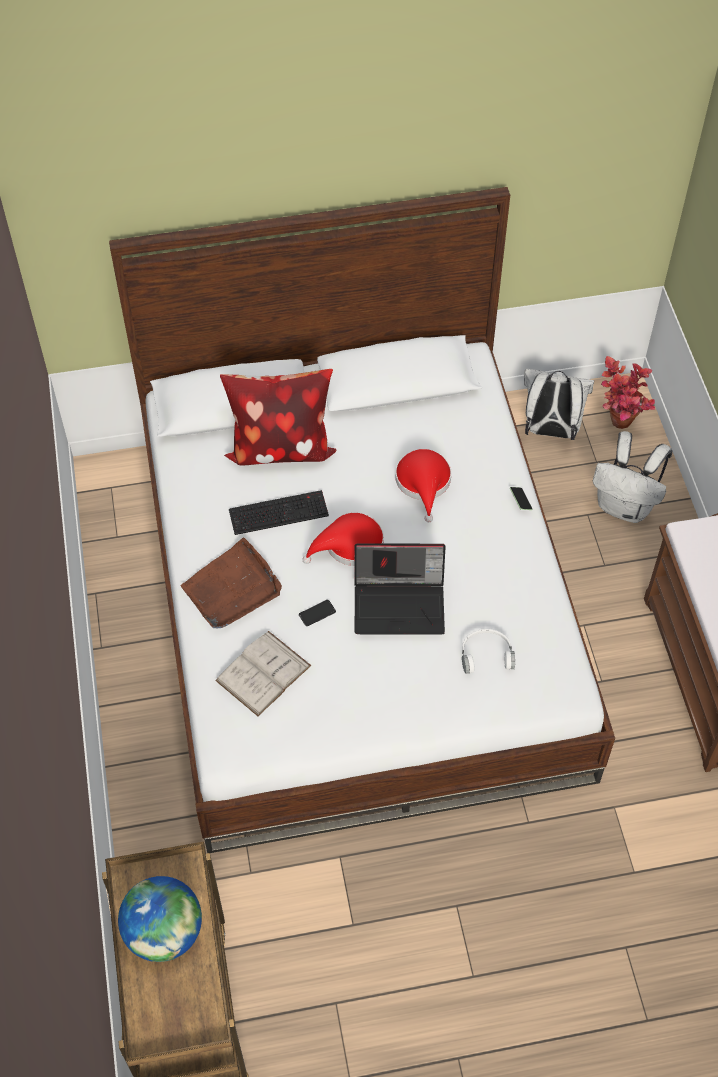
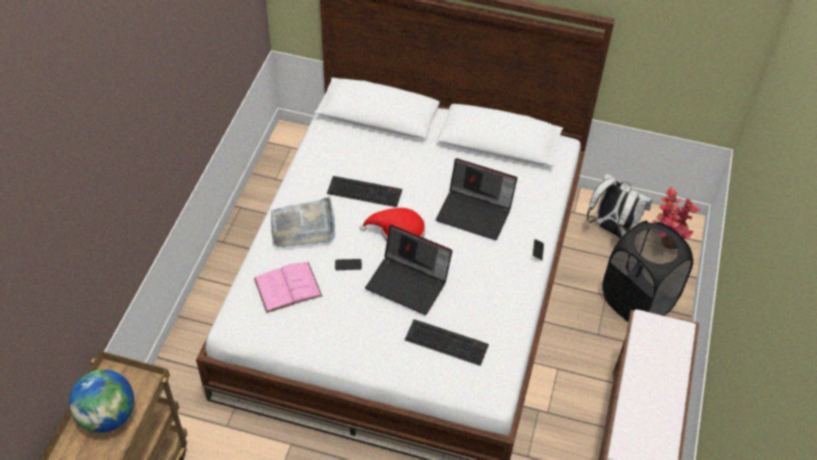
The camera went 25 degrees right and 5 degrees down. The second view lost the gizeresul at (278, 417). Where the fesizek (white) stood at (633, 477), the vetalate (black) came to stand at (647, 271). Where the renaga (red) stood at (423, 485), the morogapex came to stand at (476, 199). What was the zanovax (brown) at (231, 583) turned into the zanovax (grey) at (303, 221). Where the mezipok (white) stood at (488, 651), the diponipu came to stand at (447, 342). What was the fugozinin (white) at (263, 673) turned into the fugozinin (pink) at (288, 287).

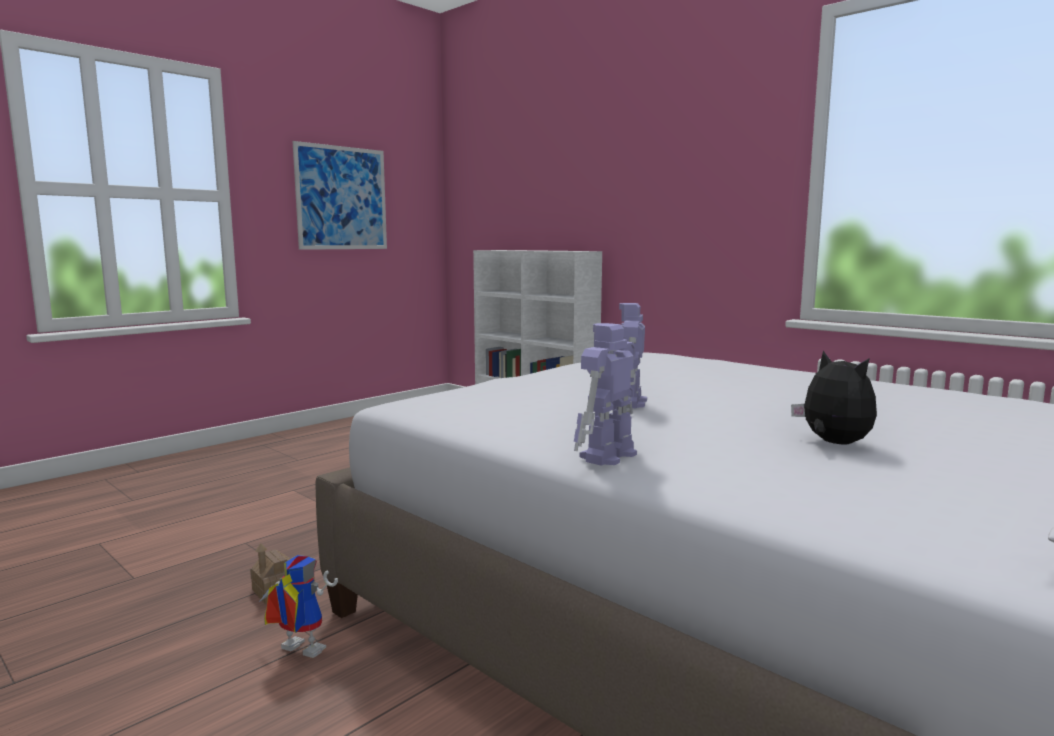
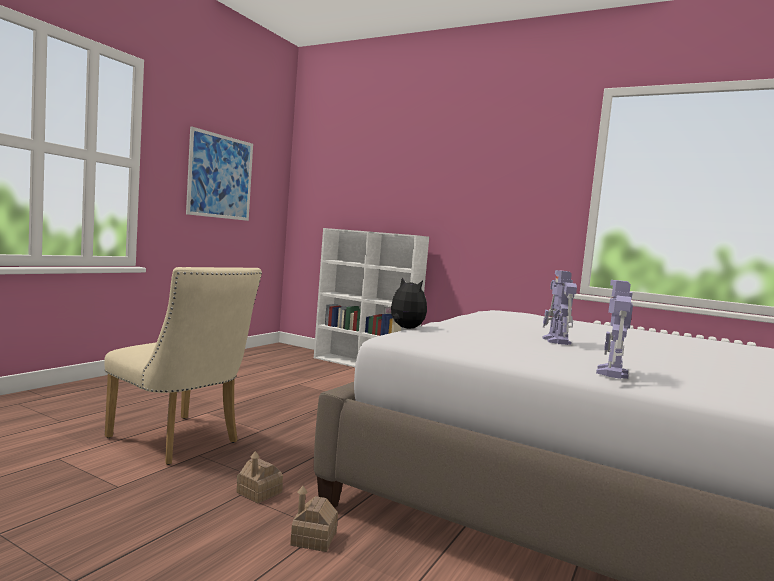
The camera went 15 degrees left and 5 degrees down. The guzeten ended up elsewhere, having gone from (834, 397) to (406, 303). Where the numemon stood at (298, 606), the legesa came to stand at (314, 519). The second view gained the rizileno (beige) at (183, 366).

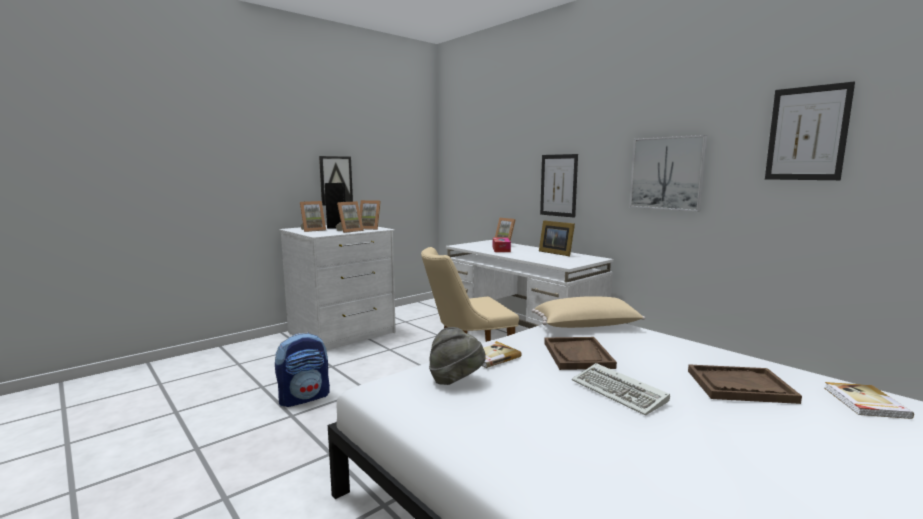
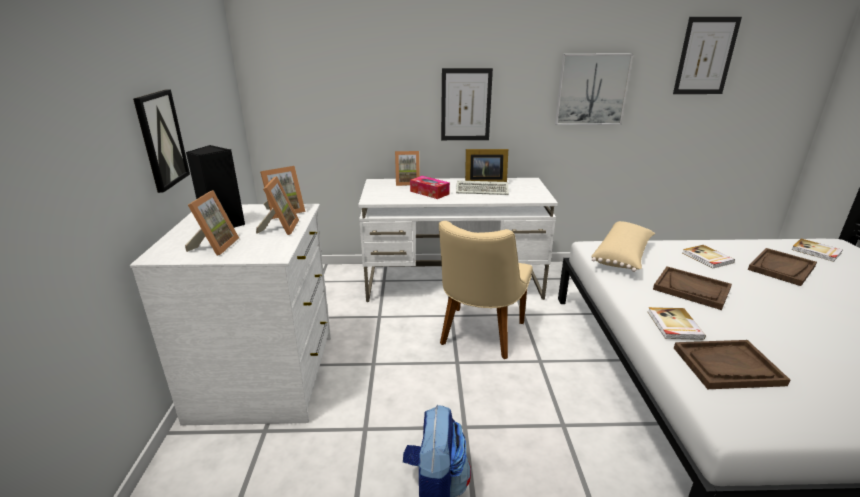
The camera went 50 degrees left and 15 degrees up. Where the renaga (grey) stood at (457, 356), the zanovax (brown) came to stand at (732, 364). The diponipu ended up elsewhere, having gone from (621, 389) to (482, 187). The second view gained the fugozinin at (709, 256).

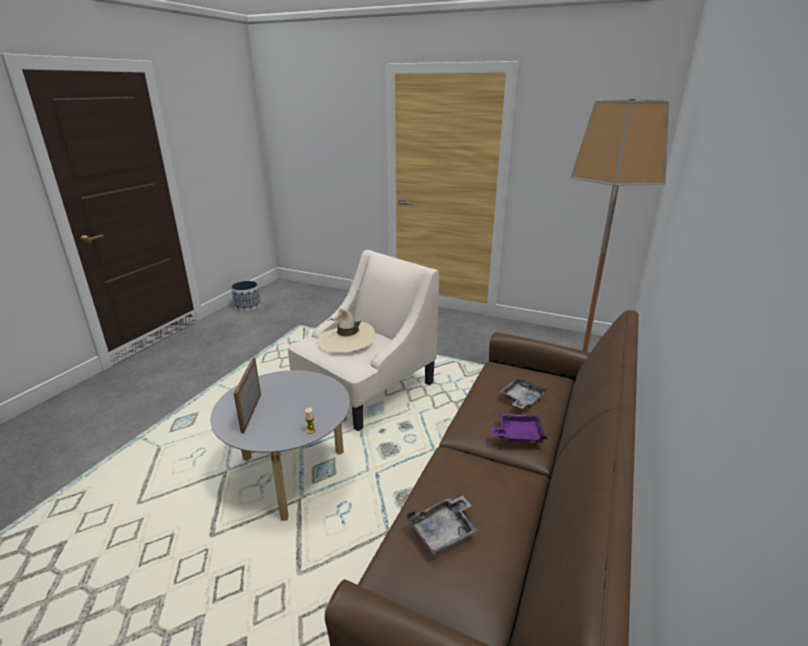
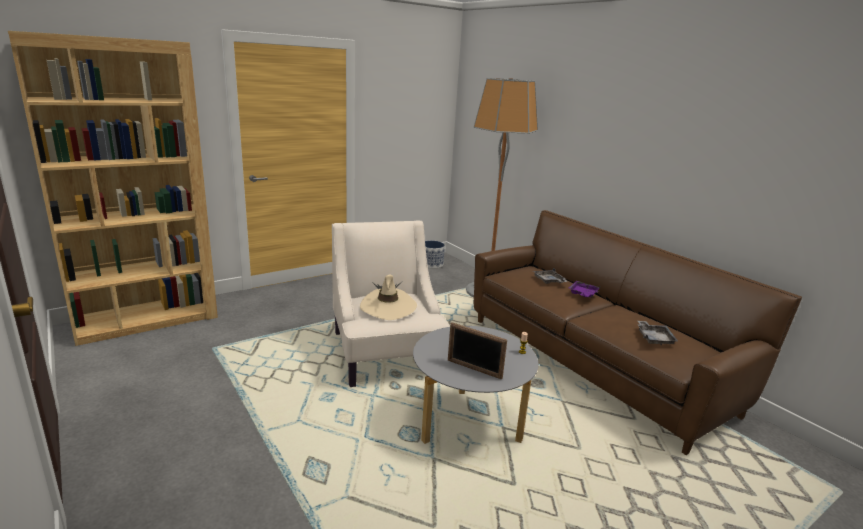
The camera went 60 degrees left and 5 degrees down. The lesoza ended up elsewhere, having gone from (246, 296) to (435, 255). The second view gained the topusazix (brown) at (113, 188).

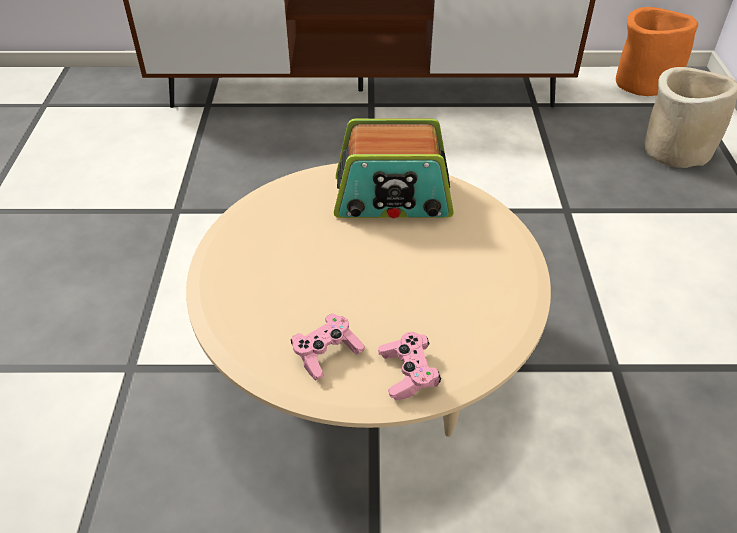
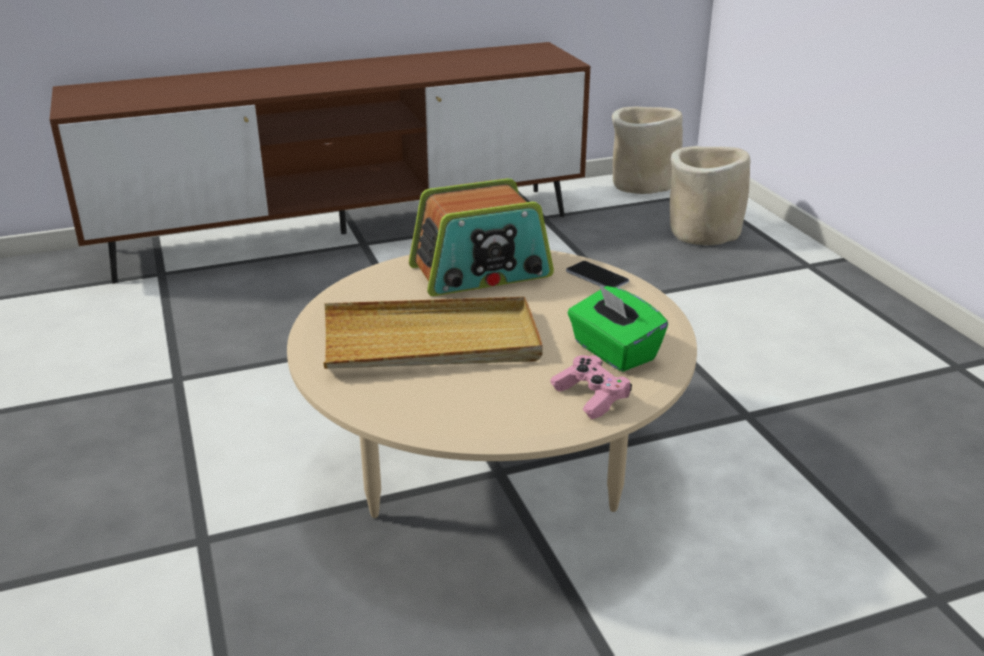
The camera went 20 degrees left and 15 degrees down. What was the lesoza (orange) at (657, 51) turned into the lesoza (beige) at (647, 150). The second view lost the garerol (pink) at (328, 347). The second view gained the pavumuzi at (597, 274). The second view gained the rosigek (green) at (618, 328). The second view gained the zanovax (beige) at (433, 333).

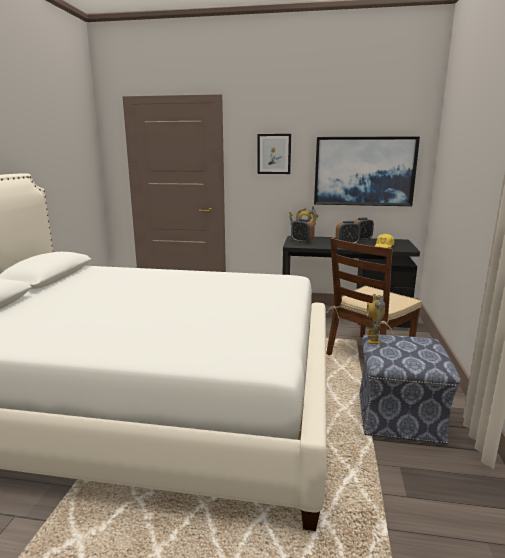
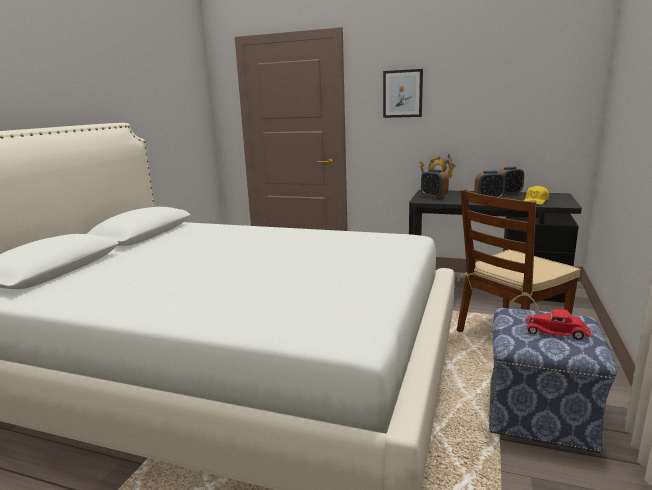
The camera went 10 degrees right and 0 degrees up. The second view lost the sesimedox at (367, 171). The second view lost the numemon at (376, 319). The second view gained the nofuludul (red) at (558, 324).

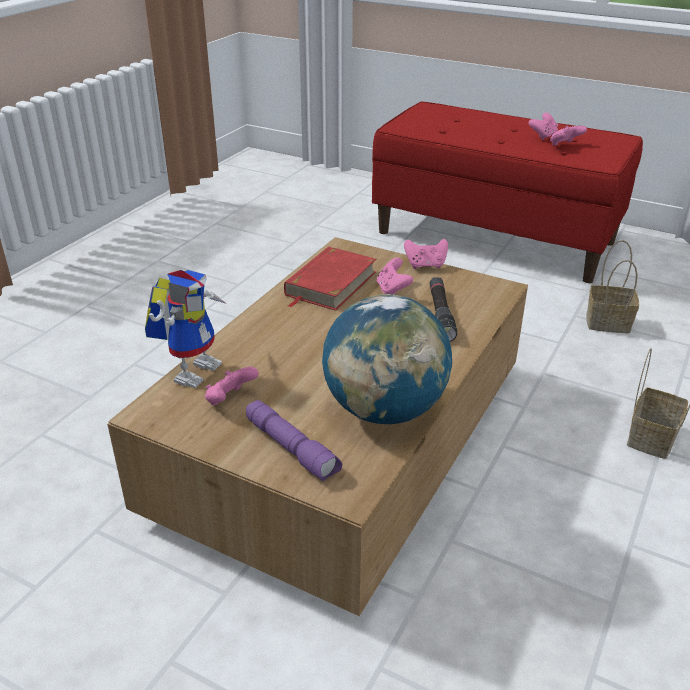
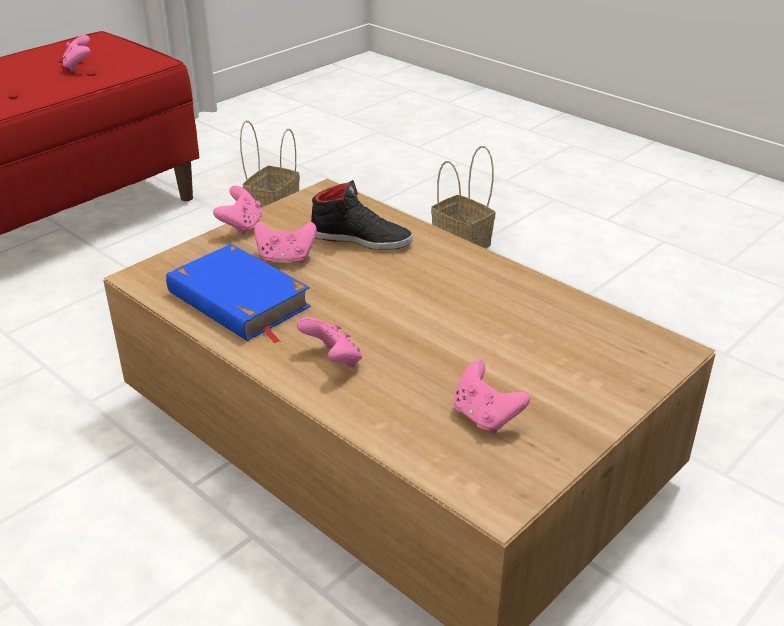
The camera went 75 degrees left and 0 degrees up. The garerol (pink) ended up elsewhere, having gone from (543, 126) to (329, 342). What was the fugozinin (red) at (330, 278) turned into the fugozinin (blue) at (238, 294). The second view lost the numemon at (186, 329). Where the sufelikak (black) stood at (443, 309), the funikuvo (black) came to stand at (362, 215). The second view lost the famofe at (387, 359). The second view lost the sufelikak (purple) at (294, 441).

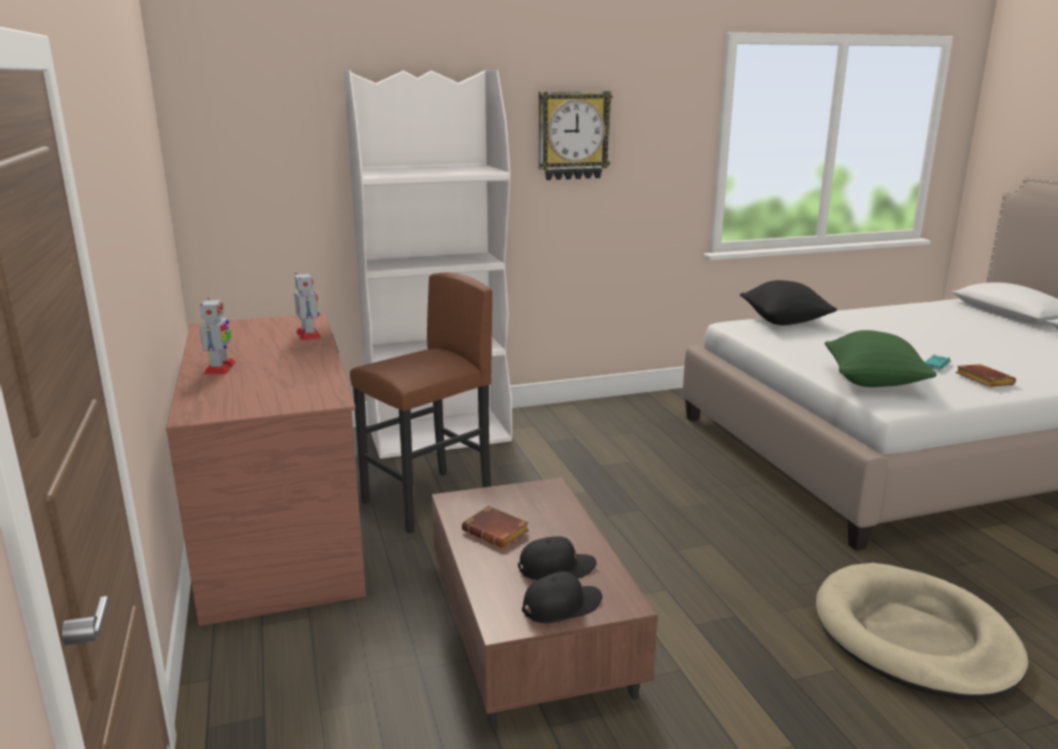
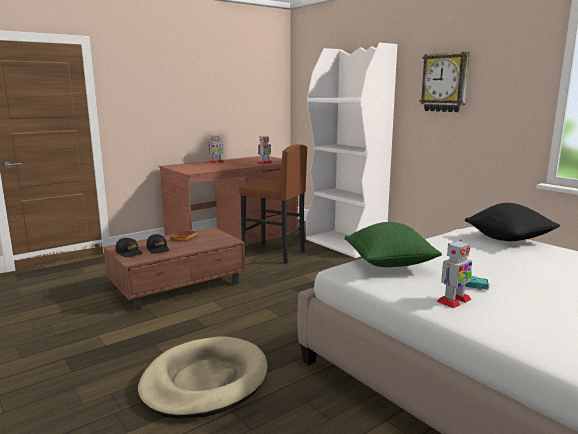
The camera went 70 degrees right and 5 degrees down. Where the fugozinin (brown) stood at (985, 375), the numemon came to stand at (454, 273).

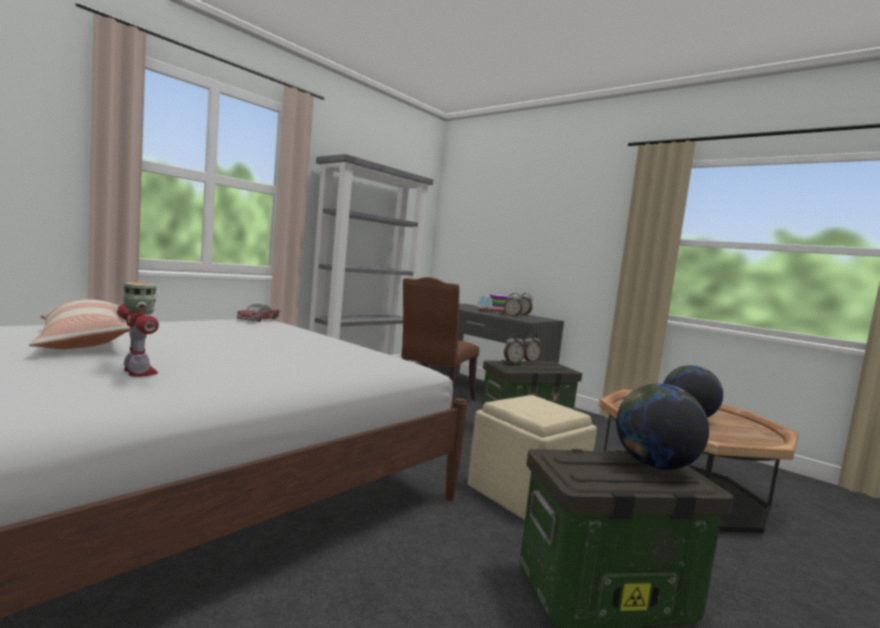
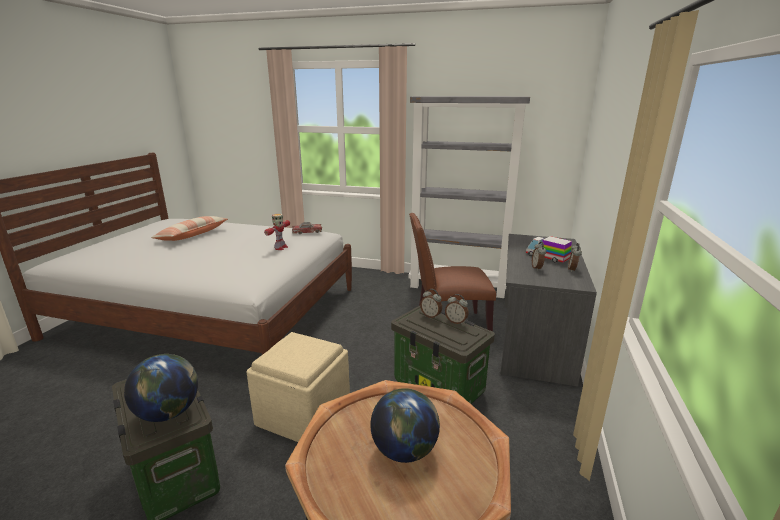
The camera went 65 degrees right and 15 degrees up. The numemon ended up elsewhere, having gone from (138, 329) to (277, 232).

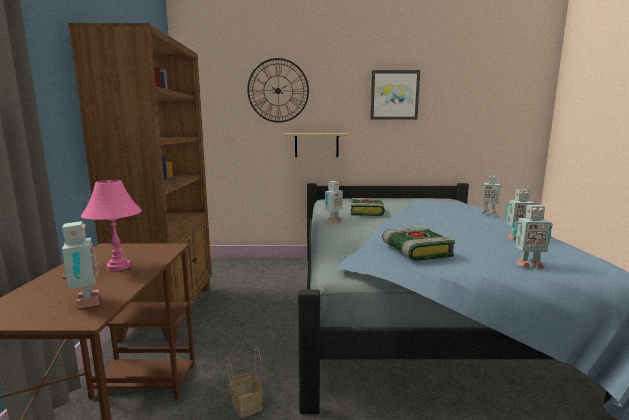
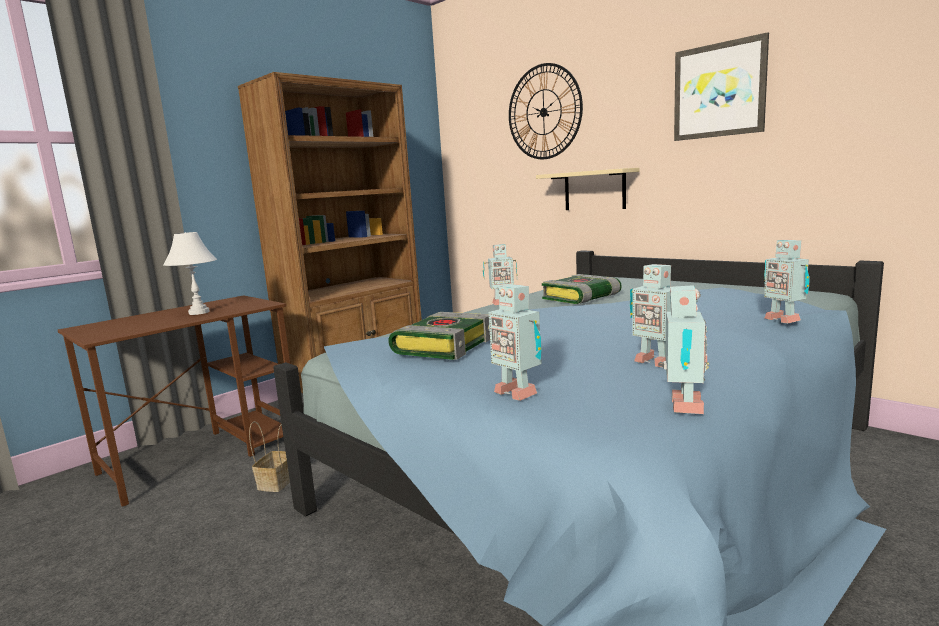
The camera went 45 degrees right and 0 degrees up. What was the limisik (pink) at (111, 225) turned into the limisik (white) at (190, 273). The numemon ended up elsewhere, having gone from (81, 265) to (683, 349).

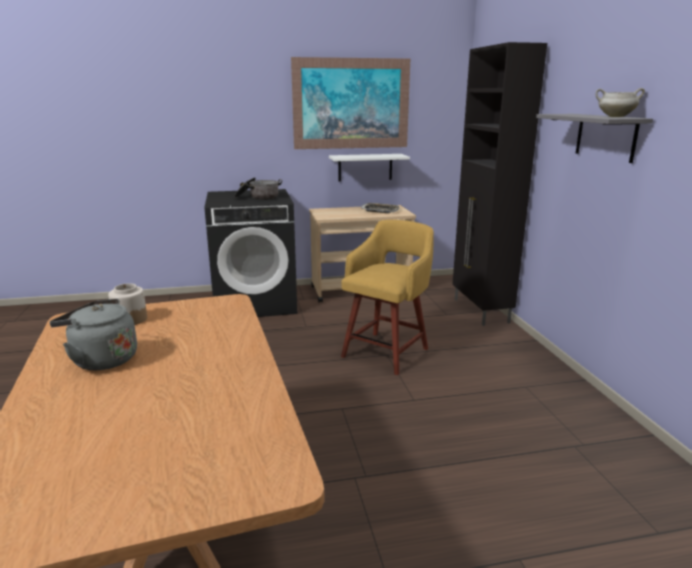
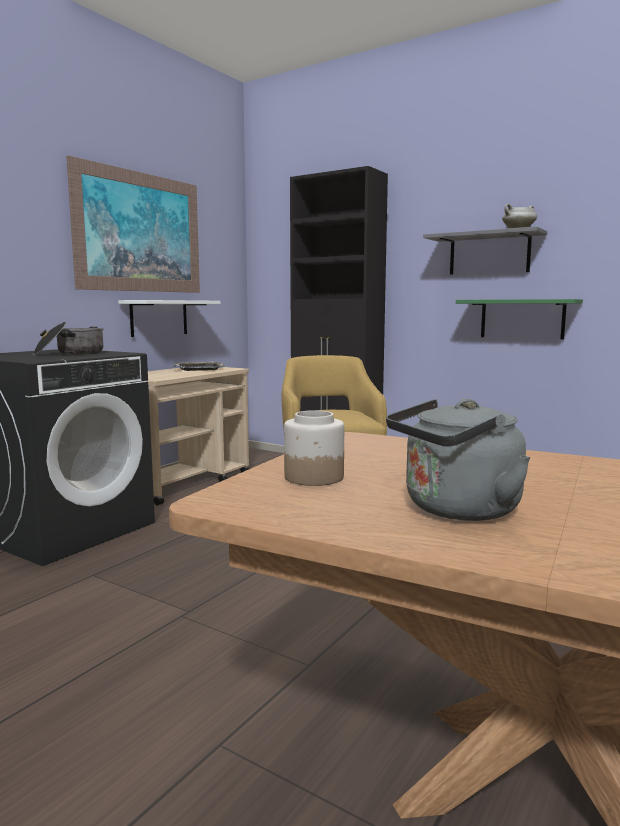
The camera went 45 degrees left and 10 degrees down. The second view gained the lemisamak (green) at (519, 319).

